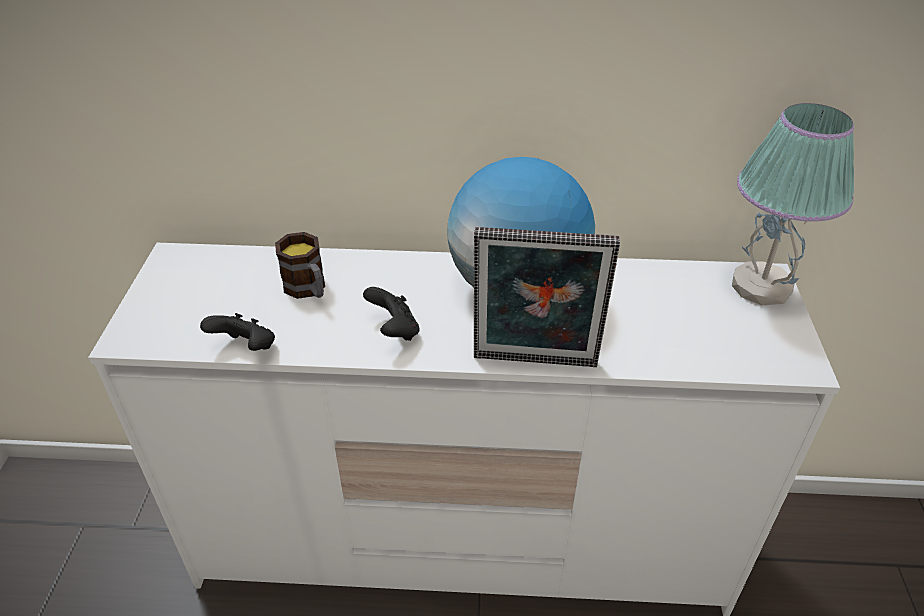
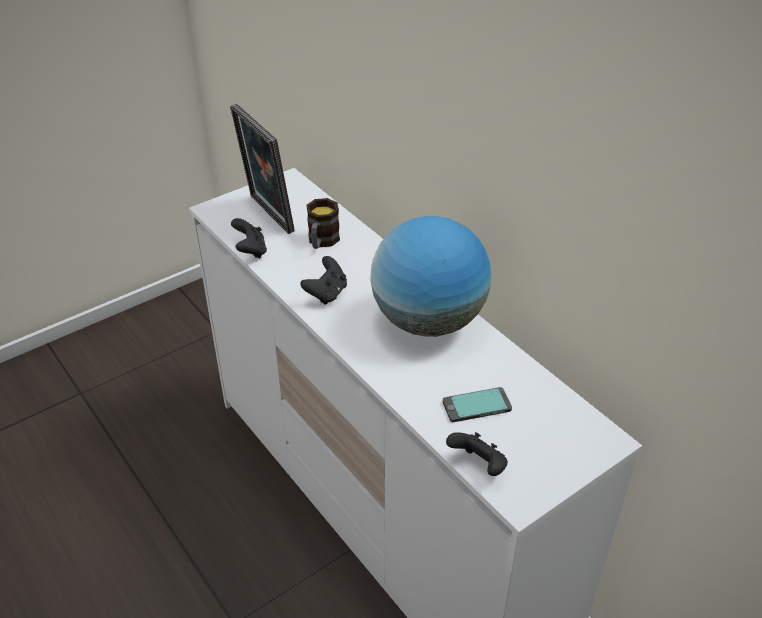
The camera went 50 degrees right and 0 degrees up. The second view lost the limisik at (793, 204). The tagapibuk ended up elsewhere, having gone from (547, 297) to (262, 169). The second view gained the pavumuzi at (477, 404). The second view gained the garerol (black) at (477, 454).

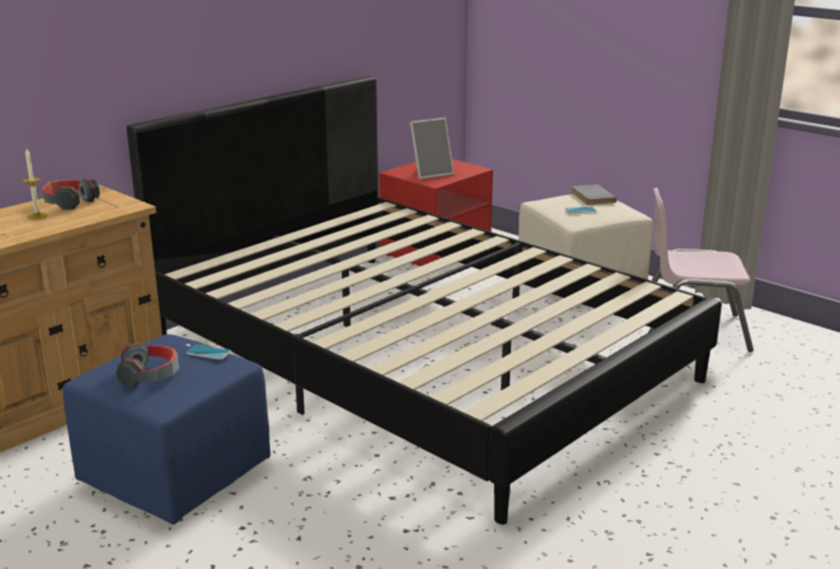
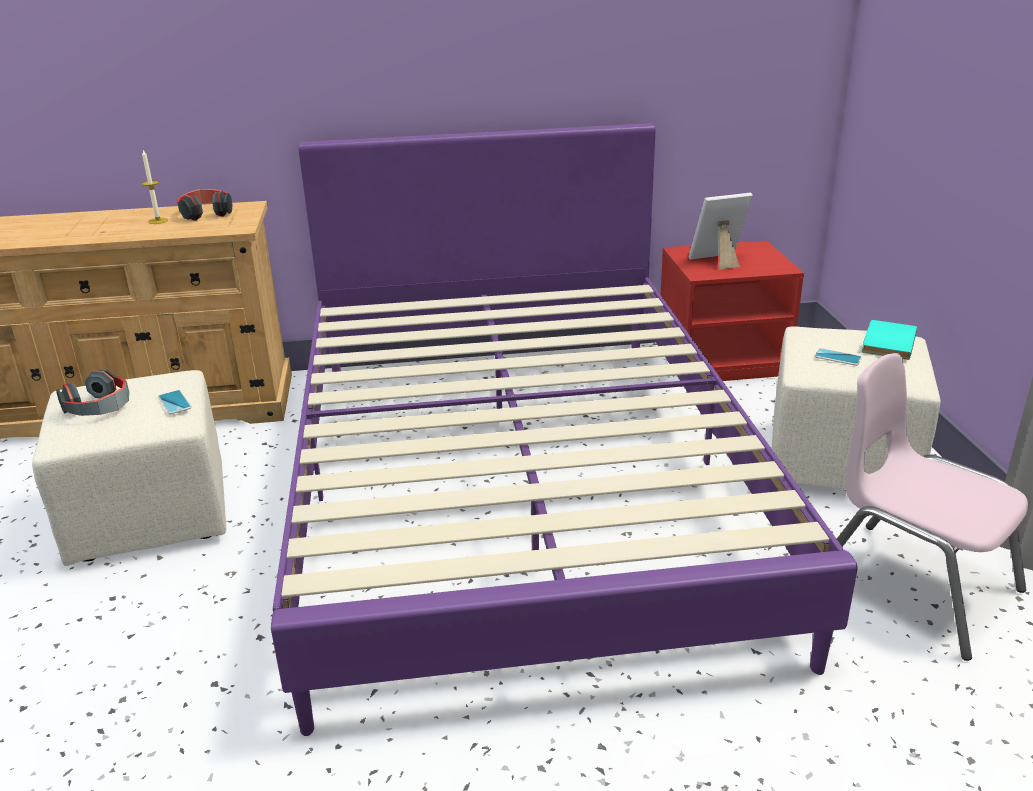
The camera went 40 degrees right and 5 degrees up. What was the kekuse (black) at (424, 300) turned into the kekuse (purple) at (564, 429). The tagapibuk at (432, 148) ended up facing another way, 150 degrees clockwise from before. What was the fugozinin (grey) at (594, 194) turned into the fugozinin (turquoise) at (889, 340). What was the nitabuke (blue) at (167, 429) turned into the nitabuke (beige) at (129, 468).

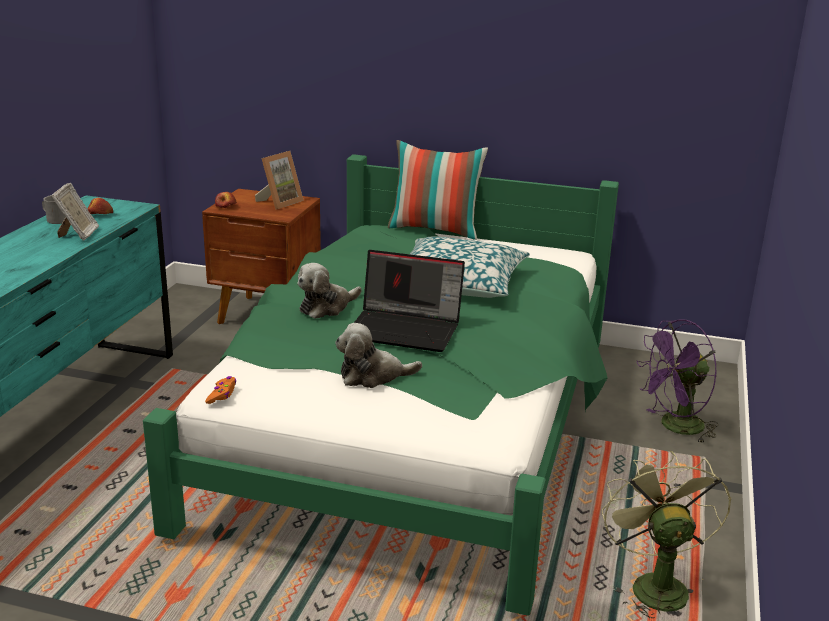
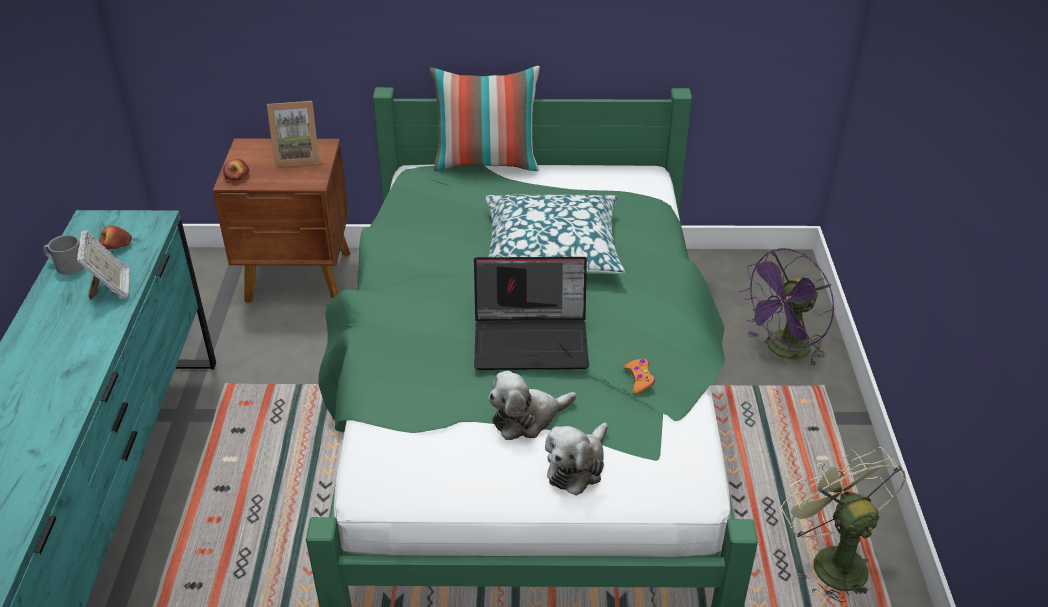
The camera went 15 degrees left and 15 degrees up. The tagapibuk at (279, 180) ended up facing another way, 60 degrees clockwise from before. The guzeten ended up elsewhere, having gone from (329, 291) to (576, 459). The garerol (orange) ended up elsewhere, having gone from (220, 390) to (639, 376).

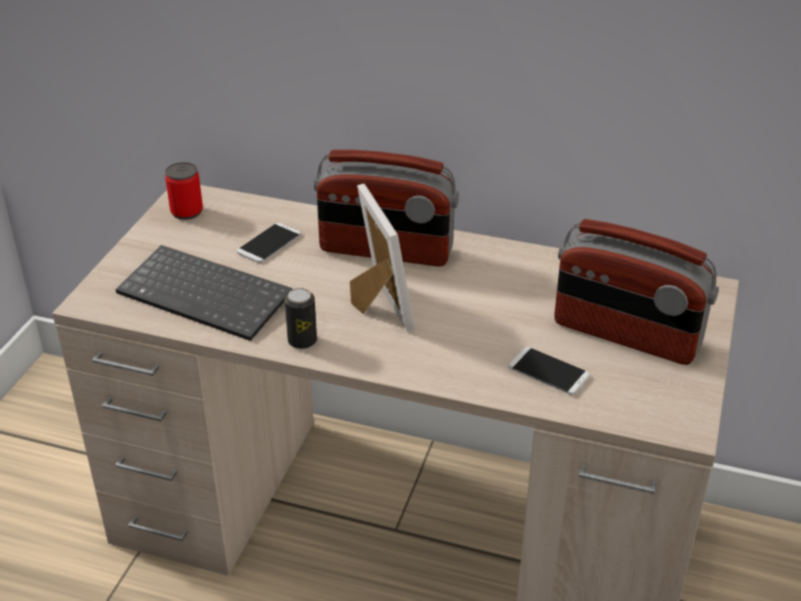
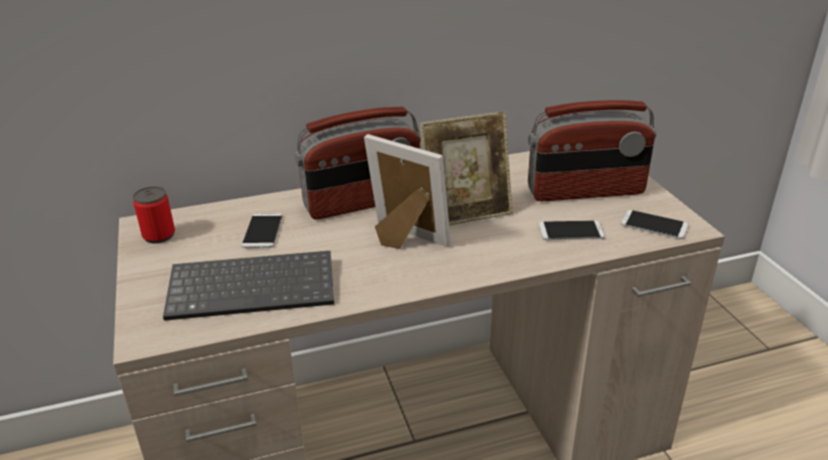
The camera went 35 degrees left and 5 degrees down. The second view lost the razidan at (301, 318). The second view gained the tagapibuk at (466, 168). The second view gained the pavumuzi at (655, 224).

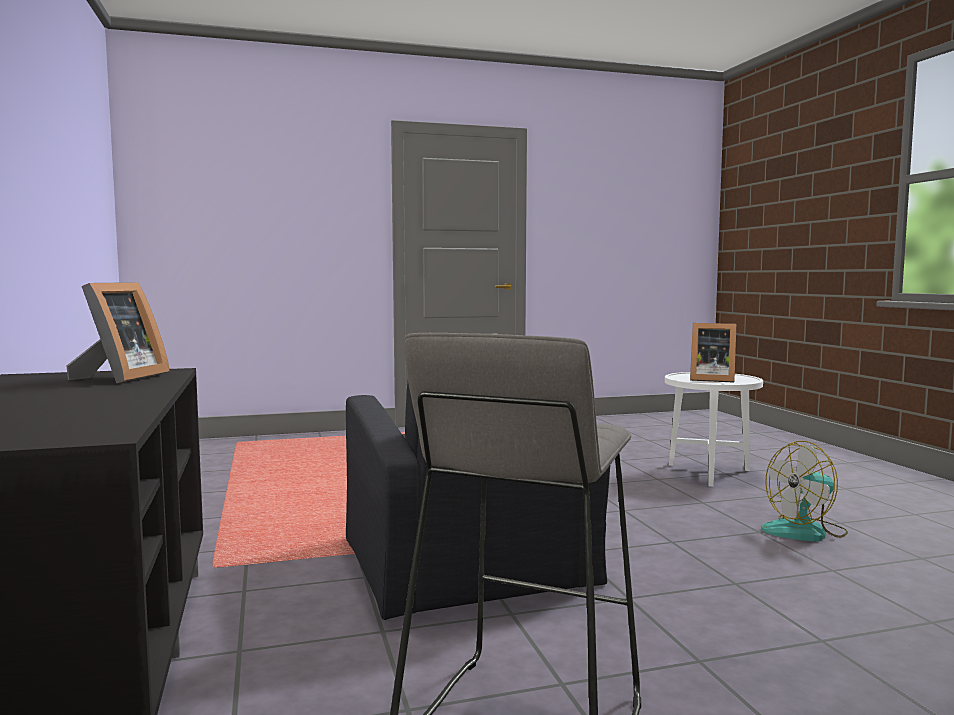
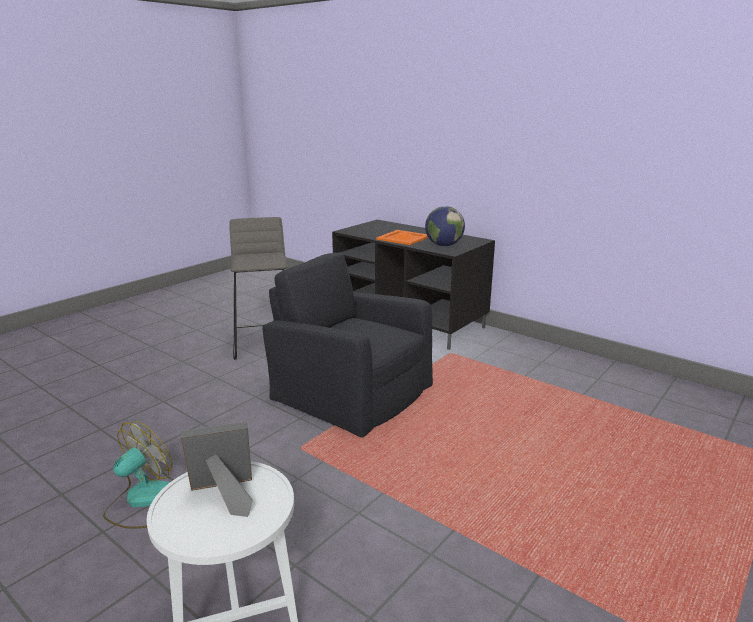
The camera went 145 degrees right and 15 degrees up. Where the tagapibuk stood at (118, 332), the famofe came to stand at (445, 226). The second view gained the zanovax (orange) at (402, 237).

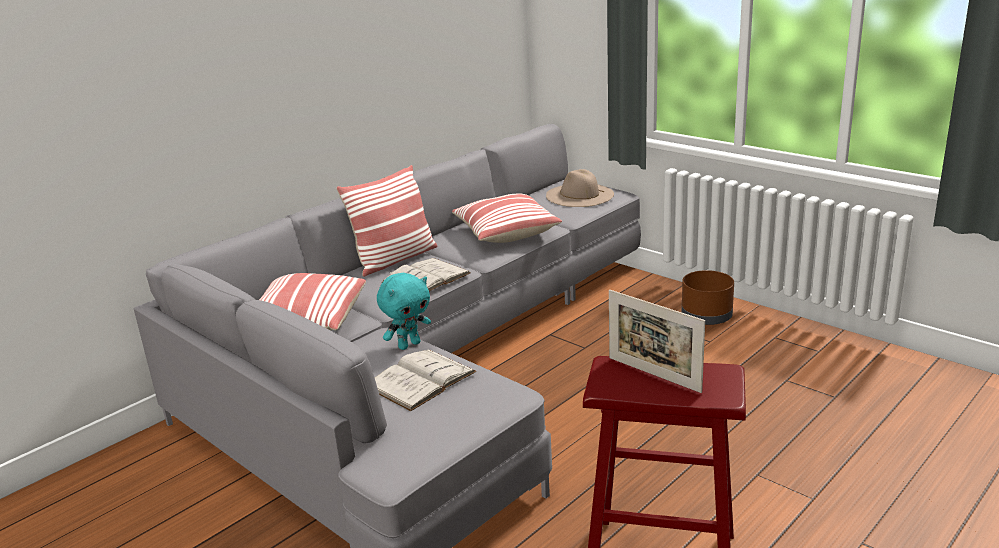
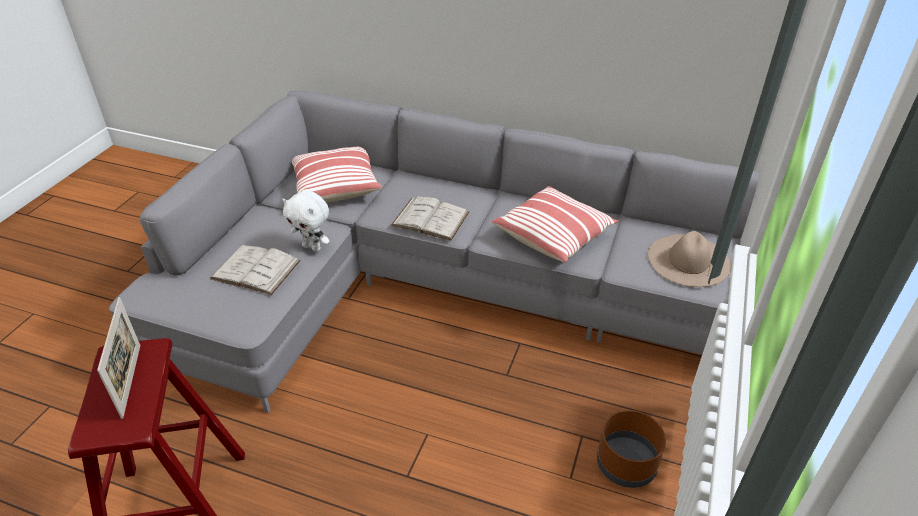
The camera went 65 degrees right and 15 degrees up. The second view lost the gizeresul at (386, 221). What was the guzeten (turquoise) at (404, 311) turned into the guzeten (white) at (306, 221). The tagapibuk at (657, 341) ended up facing another way, 150 degrees clockwise from before.

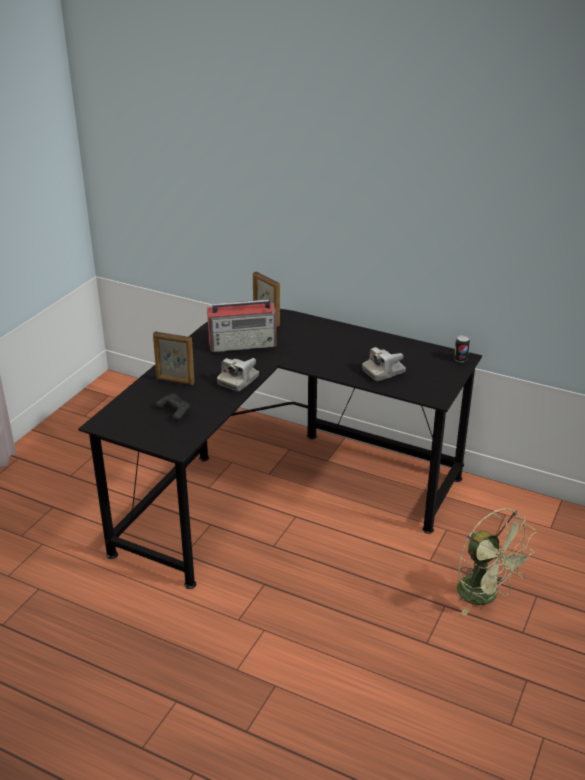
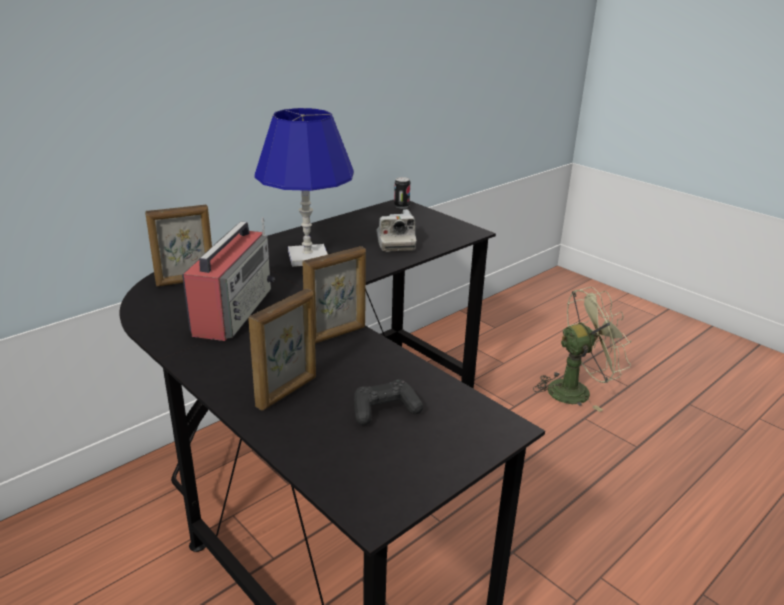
The camera went 70 degrees left and 5 degrees down. Where the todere stood at (238, 374), the tagapibuk came to stand at (334, 294). The second view gained the limisik (blue) at (304, 187).

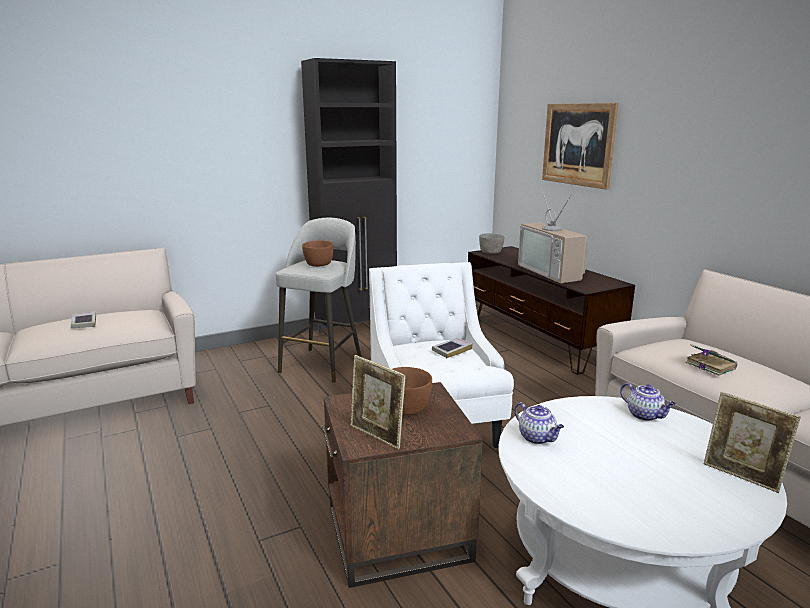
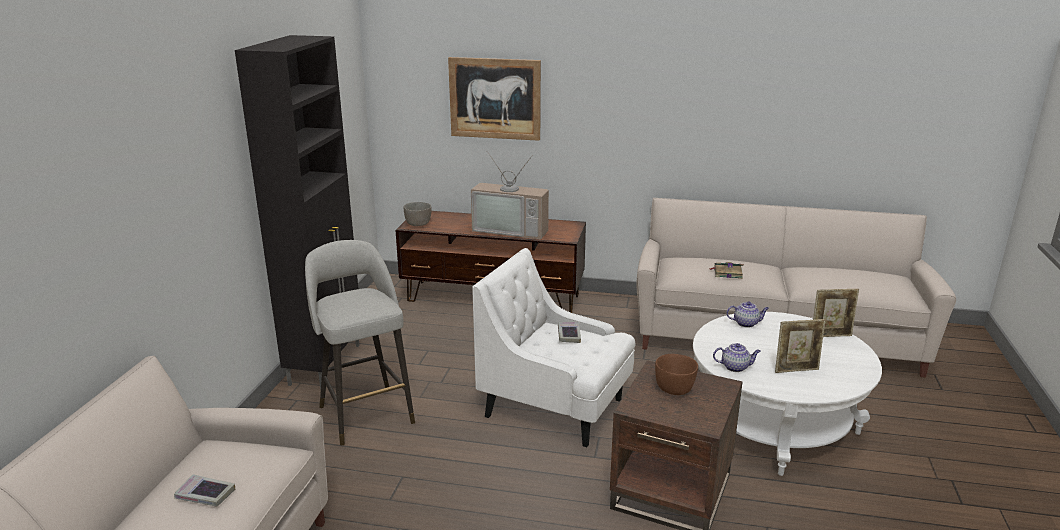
The camera went 50 degrees left and 5 degrees up. The second view lost the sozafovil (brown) at (317, 253). The tagapibuk ended up elsewhere, having gone from (378, 402) to (800, 346).

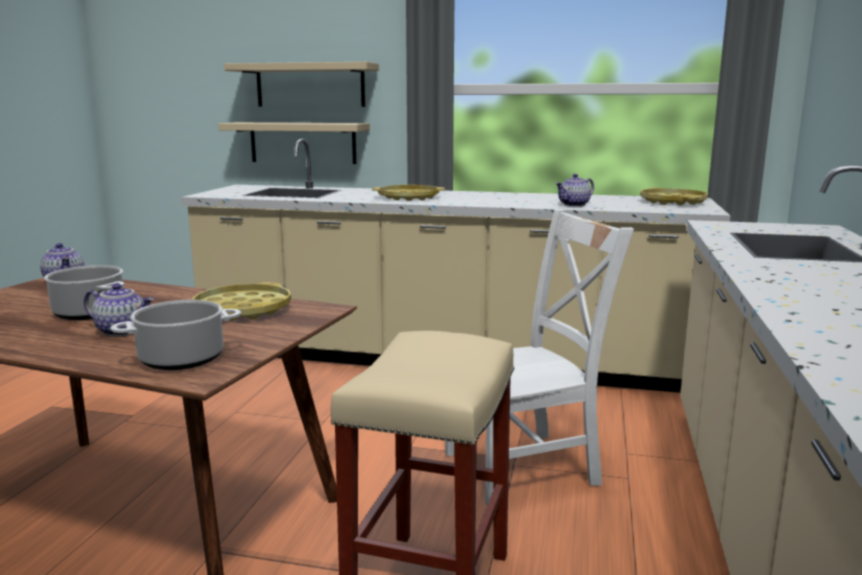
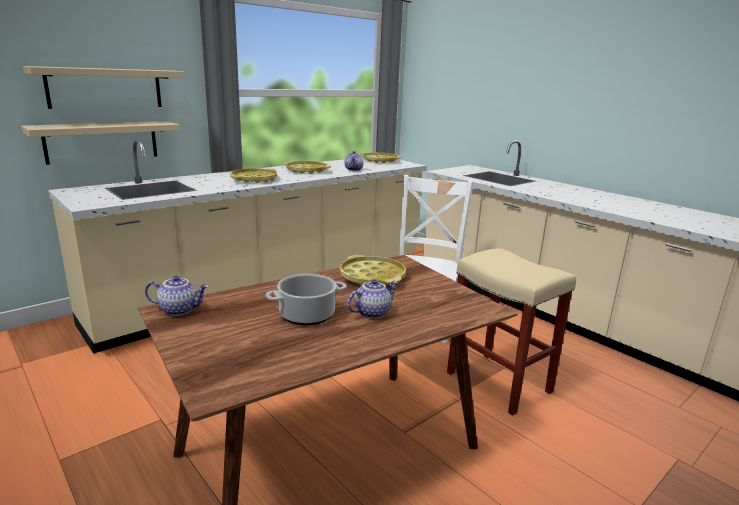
The camera went 55 degrees left and 5 degrees up. The second view lost the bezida at (175, 335). The second view gained the zanovax (yellow) at (307, 167).

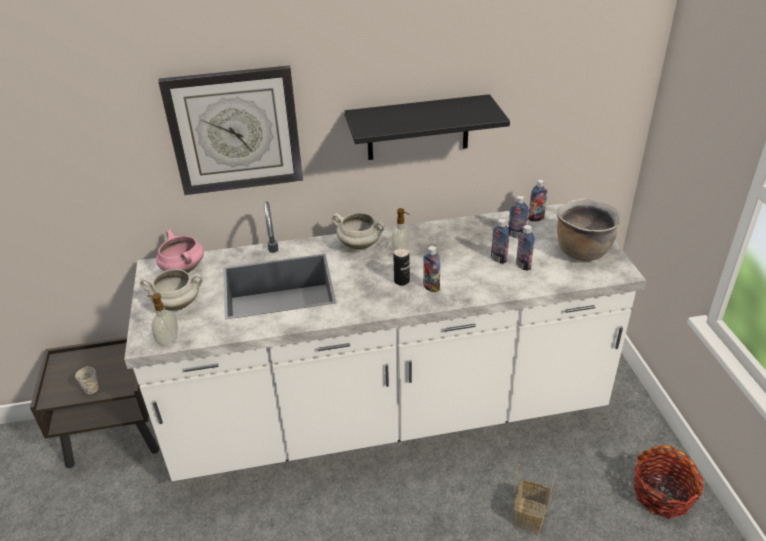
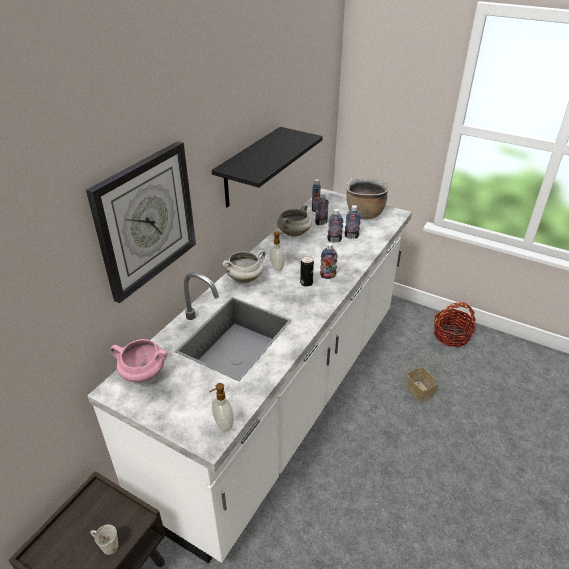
The camera went 50 degrees left and 0 degrees up. The bezida (white) ended up elsewhere, having gone from (171, 290) to (294, 220).

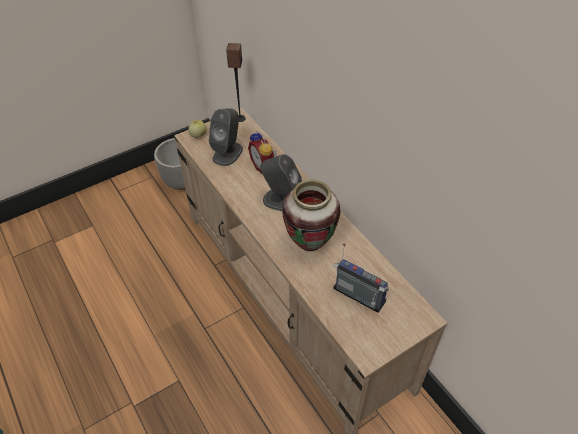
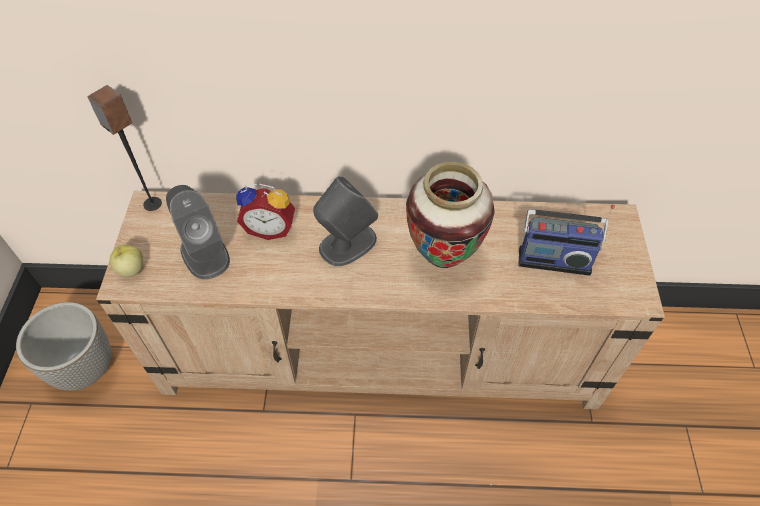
The camera went 55 degrees left and 5 degrees up. The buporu at (361, 278) ended up facing another way, 150 degrees counterclockwise from before.

